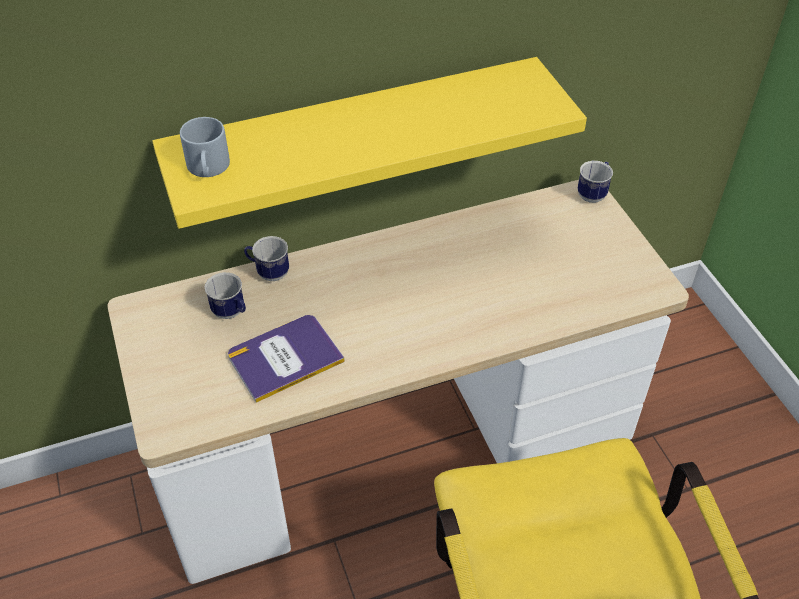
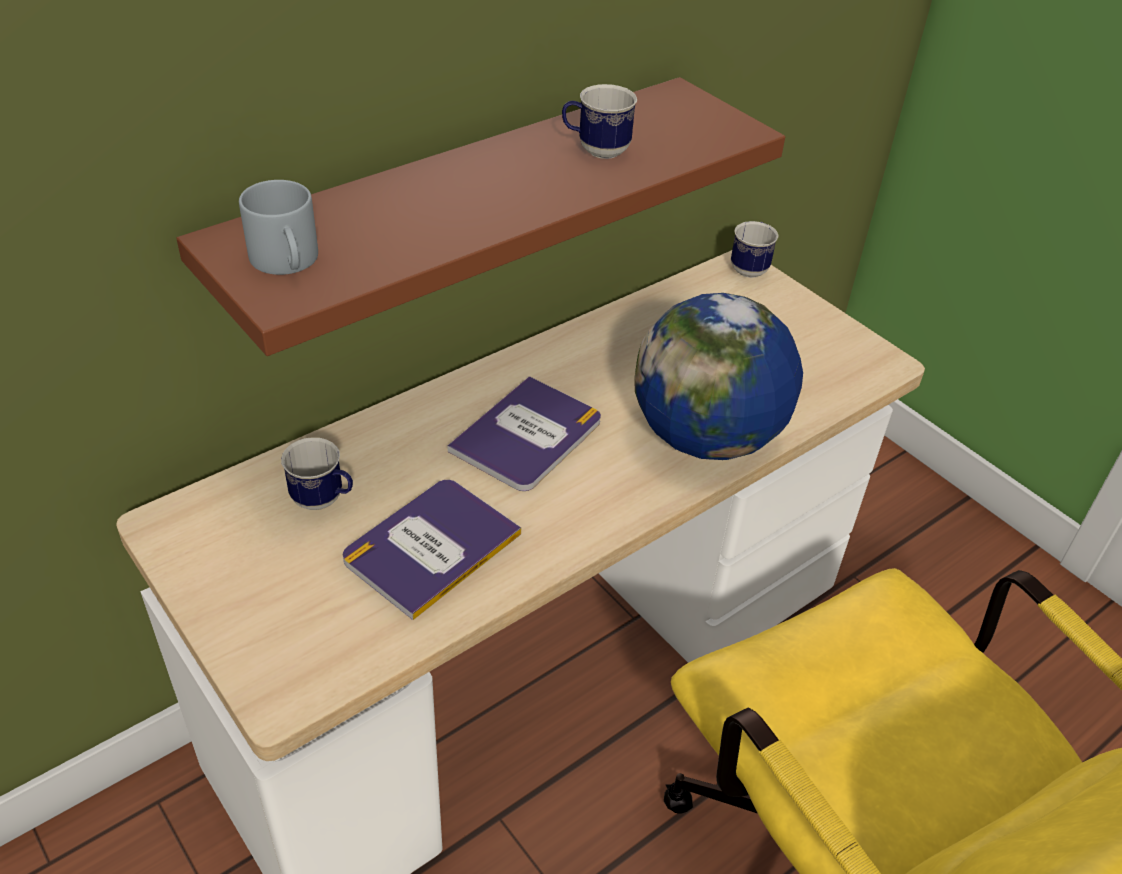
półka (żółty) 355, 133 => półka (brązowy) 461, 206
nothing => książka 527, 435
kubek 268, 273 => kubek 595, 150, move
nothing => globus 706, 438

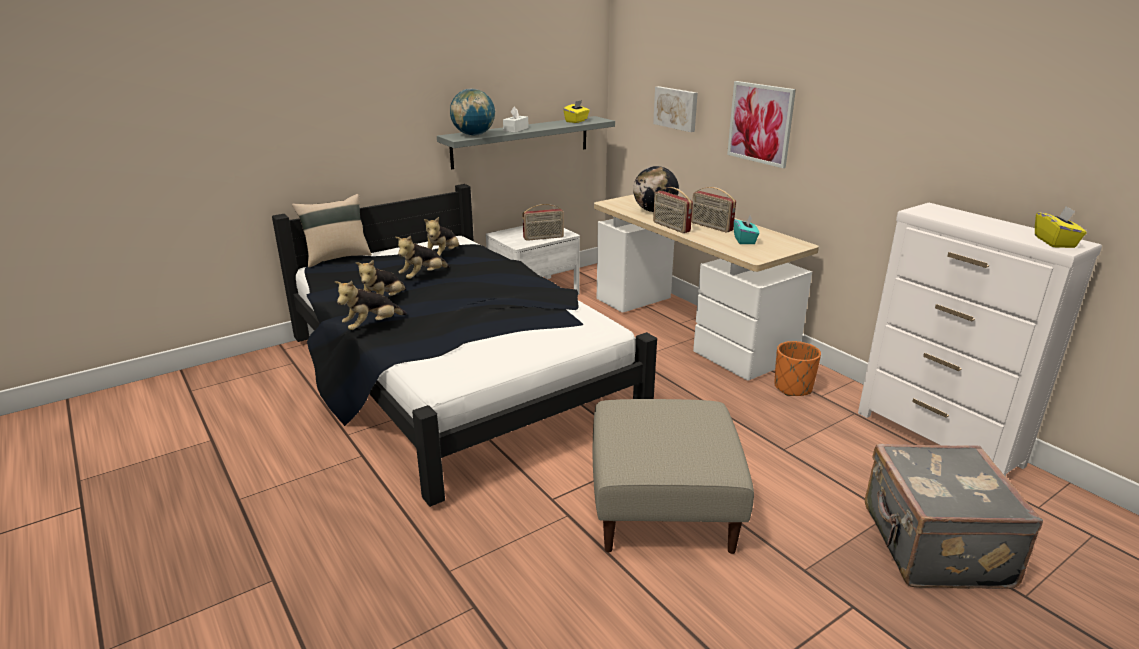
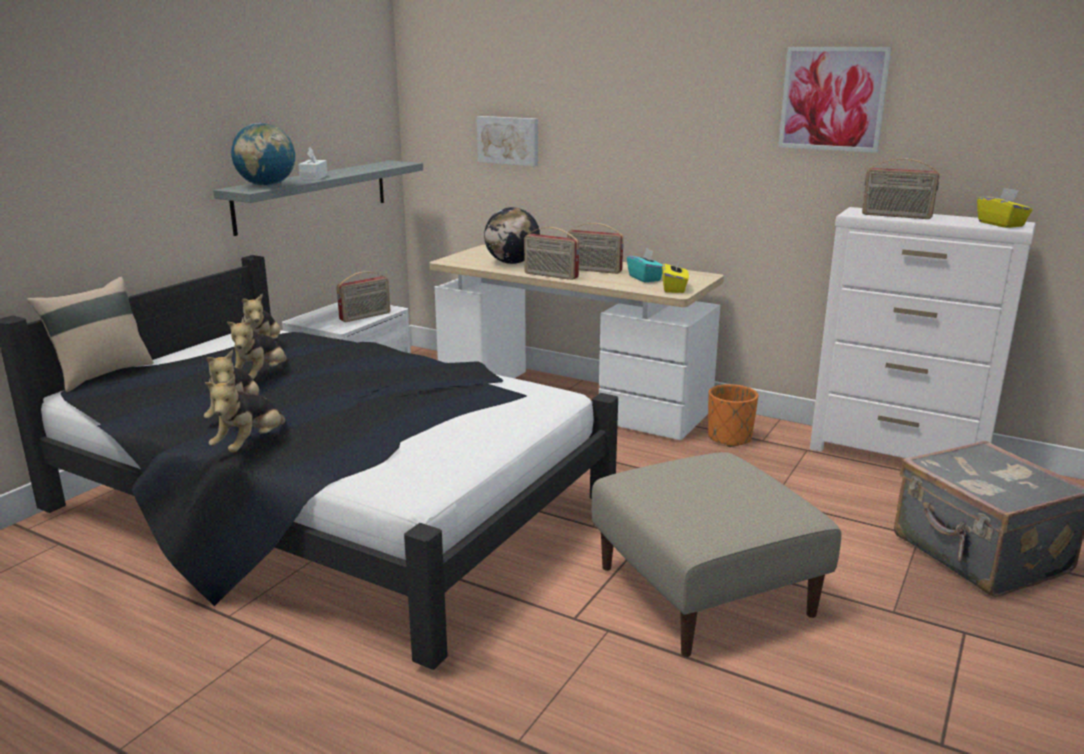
pudełko chusteczek (żółty) 576, 121 => pudełko chusteczek (żółty) 674, 289, move
obraz 760, 123 => obraz 833, 99, move
nothing => radio 896, 216

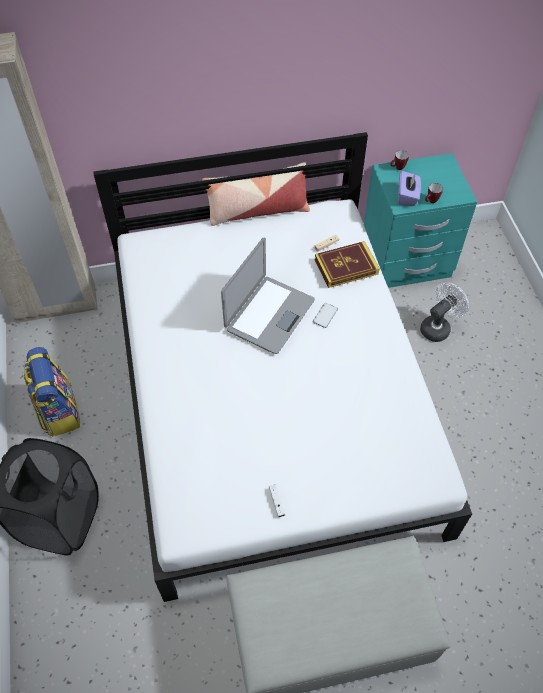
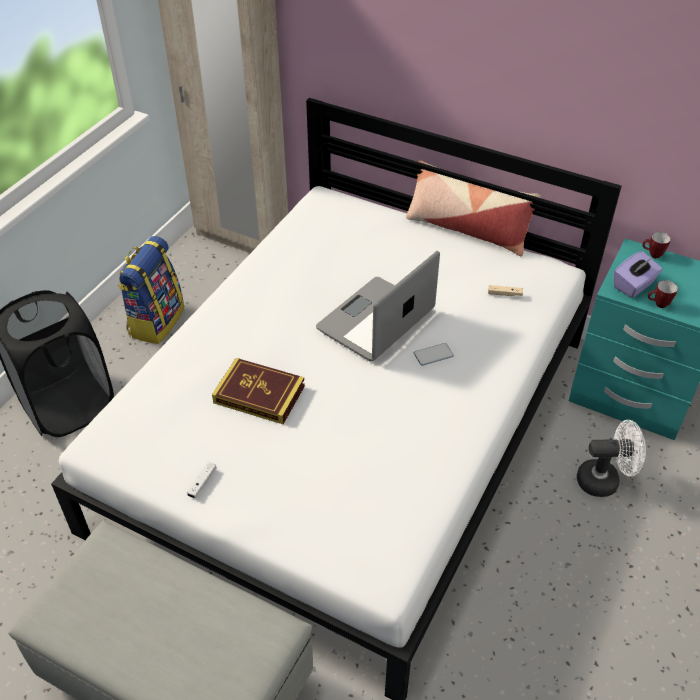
książka 346, 267 => książka 259, 394, move
laptop 269, 314 => laptop 376, 321, 150 degrees clockwise

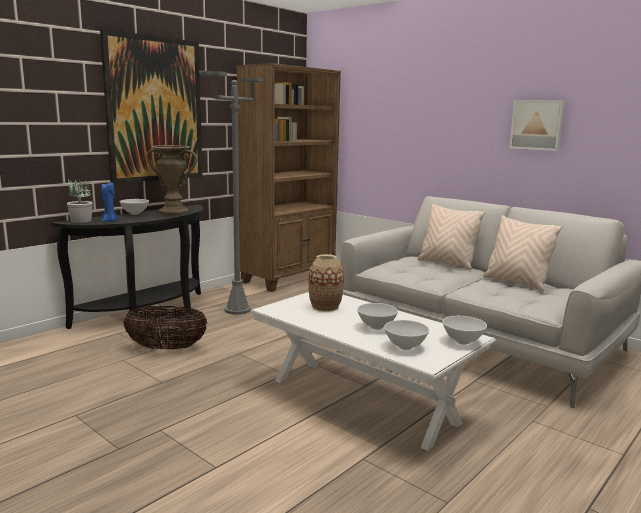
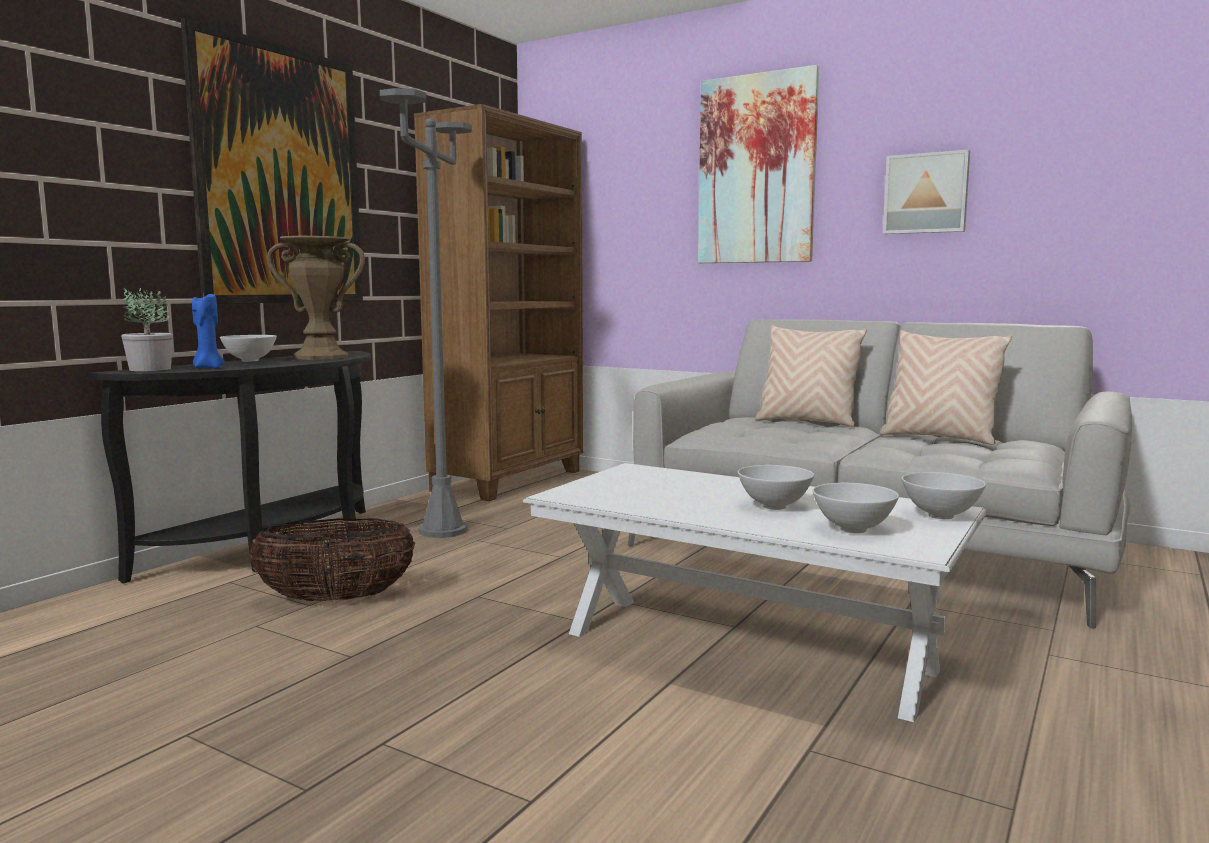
nothing => obraz 756, 170
wazon 325, 307 => nothing

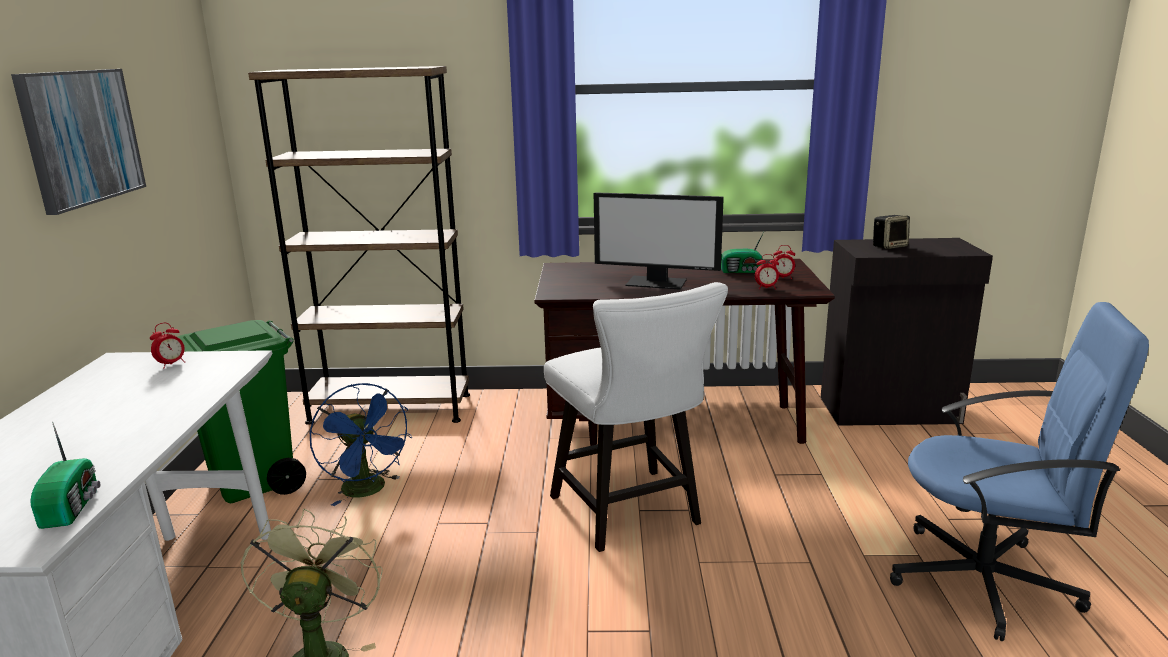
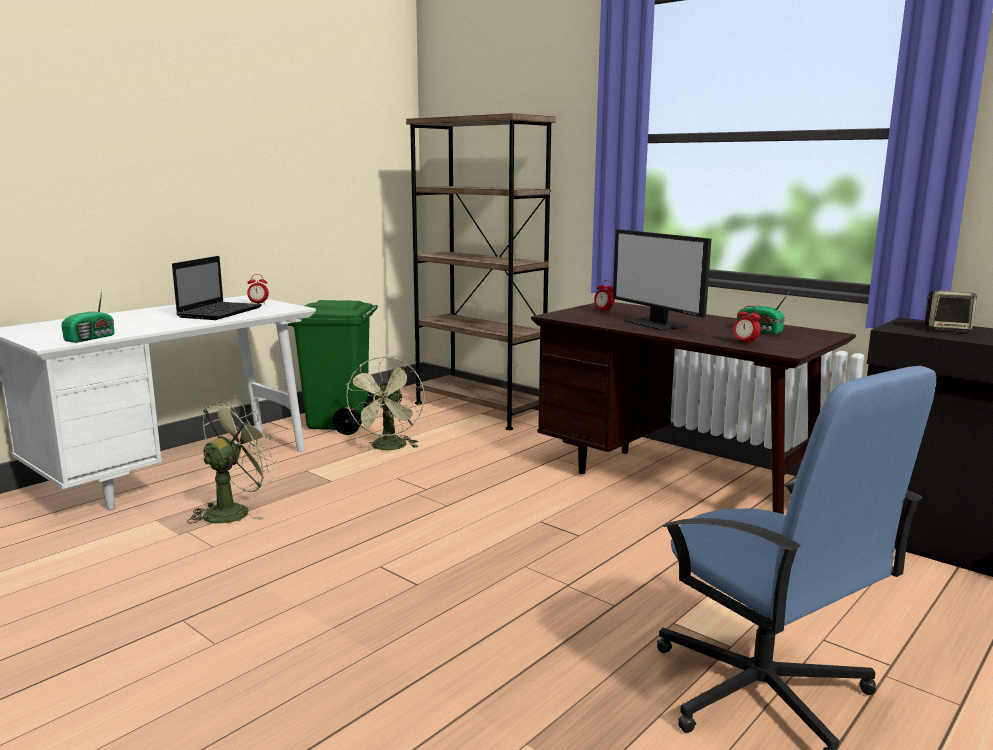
nothing => laptop 220, 312
wentylator (niebieski) 369, 491 => wentylator (zielony) 389, 448
budzik 783, 278 => budzik 603, 311, move
obraz 81, 137 => nothing
krzesło (biały) 631, 515 => nothing

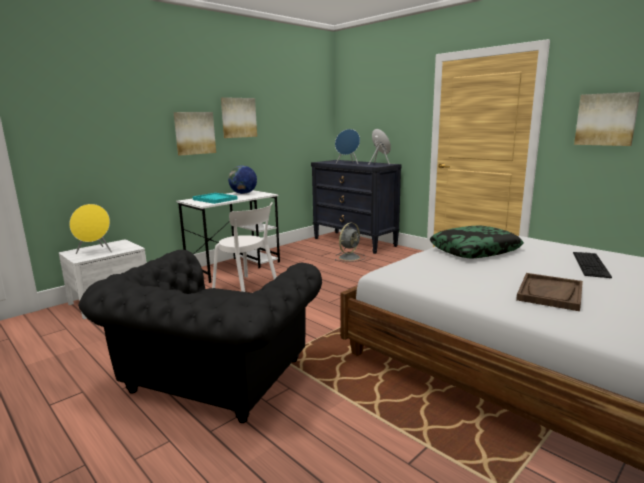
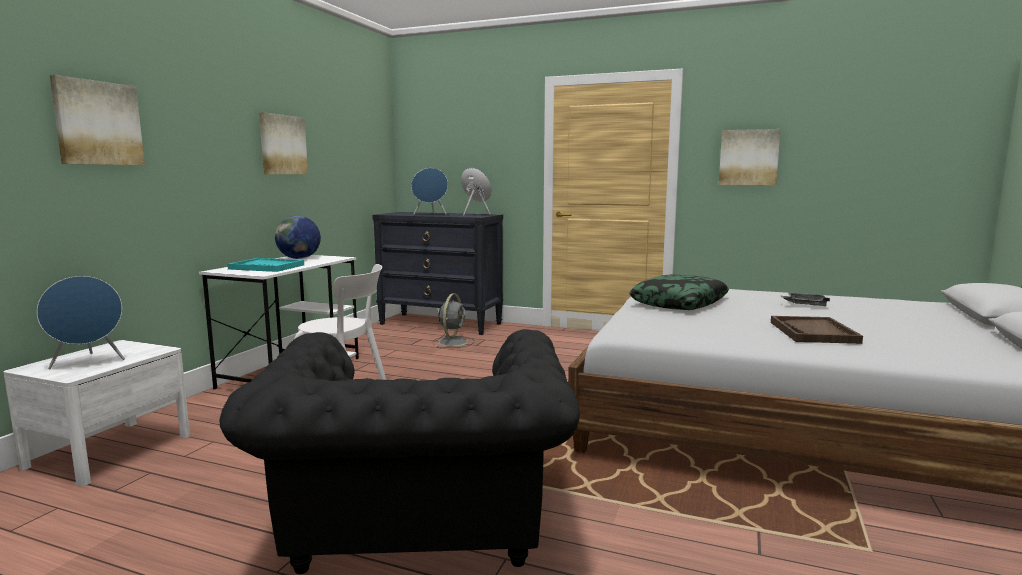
głośnik (żółty) 95, 252 => głośnik (niebieski) 88, 362
obraz 194, 133 => obraz 97, 123, move
klawiatura 590, 264 => taca (szary) 804, 304

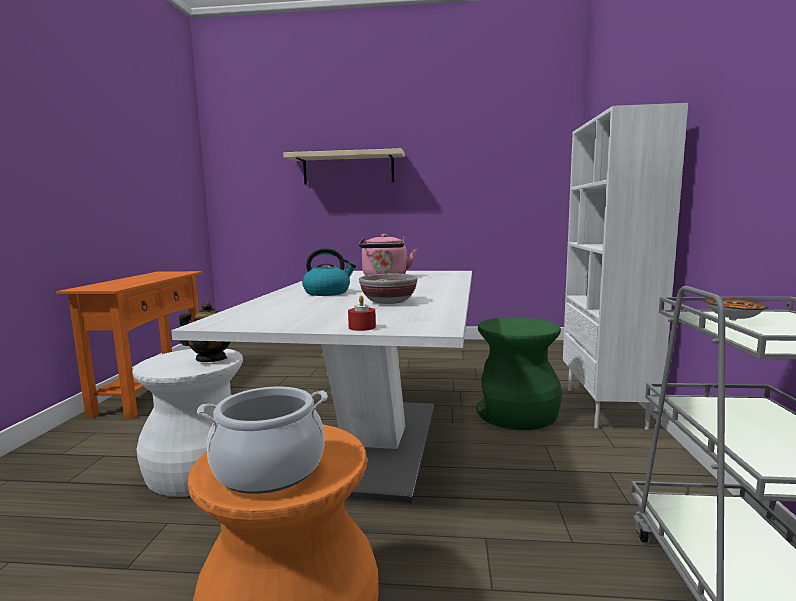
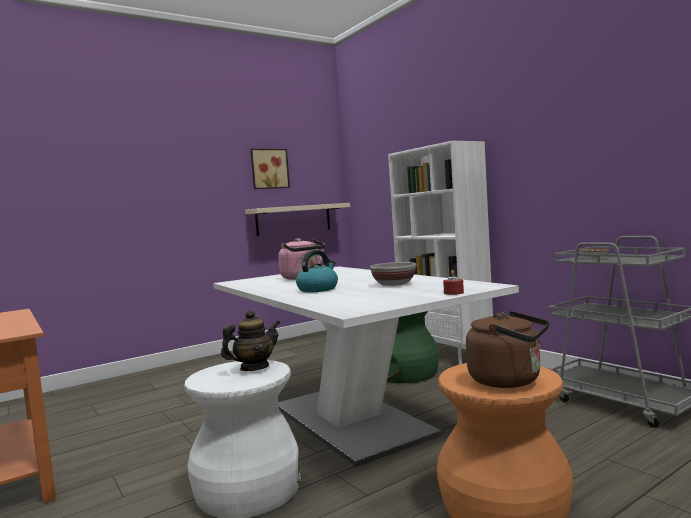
półka (beżowy) 348, 168 => półka (beżowy) 293, 219, move
nothing => obraz 269, 169
garnek 269, 469 => czajnik (brązowy) 509, 380

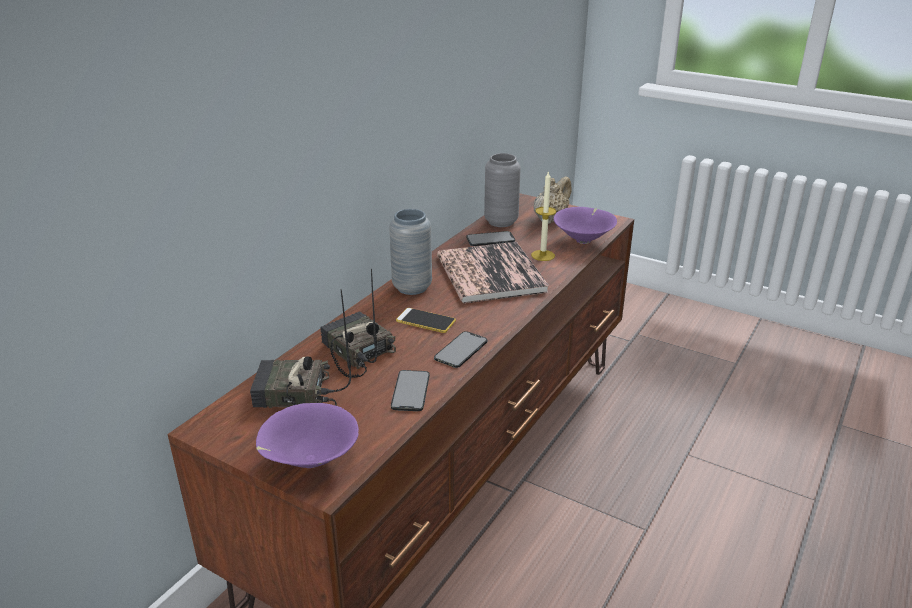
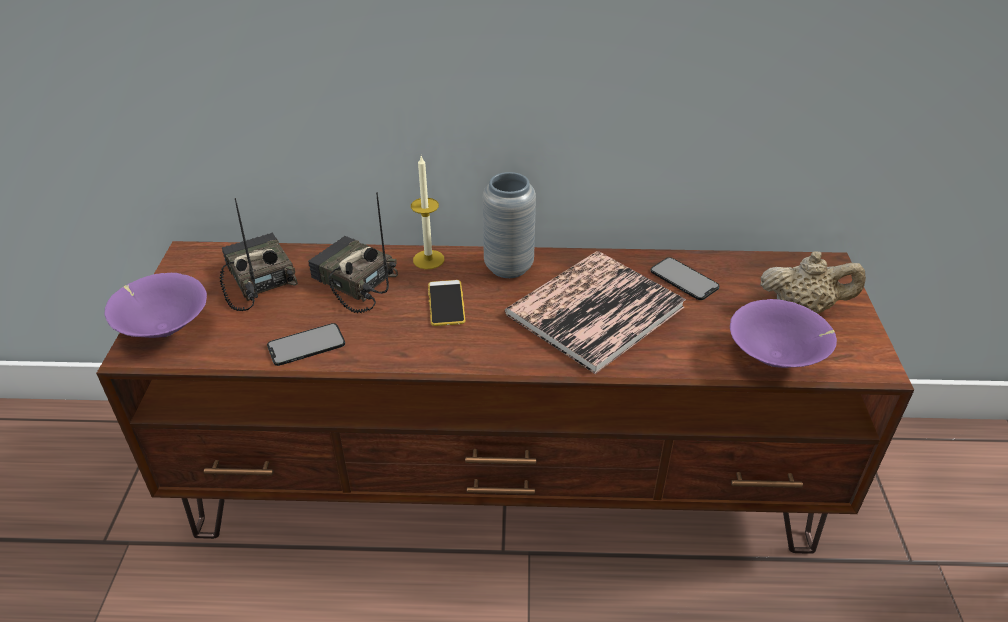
radio 355, 352 => radio 353, 282, 75 degrees counterclockwise
świeca 543, 255 => świeca 428, 259, move
telefon 461, 349 => nothing
wazon (szary) 501, 222 => nothing

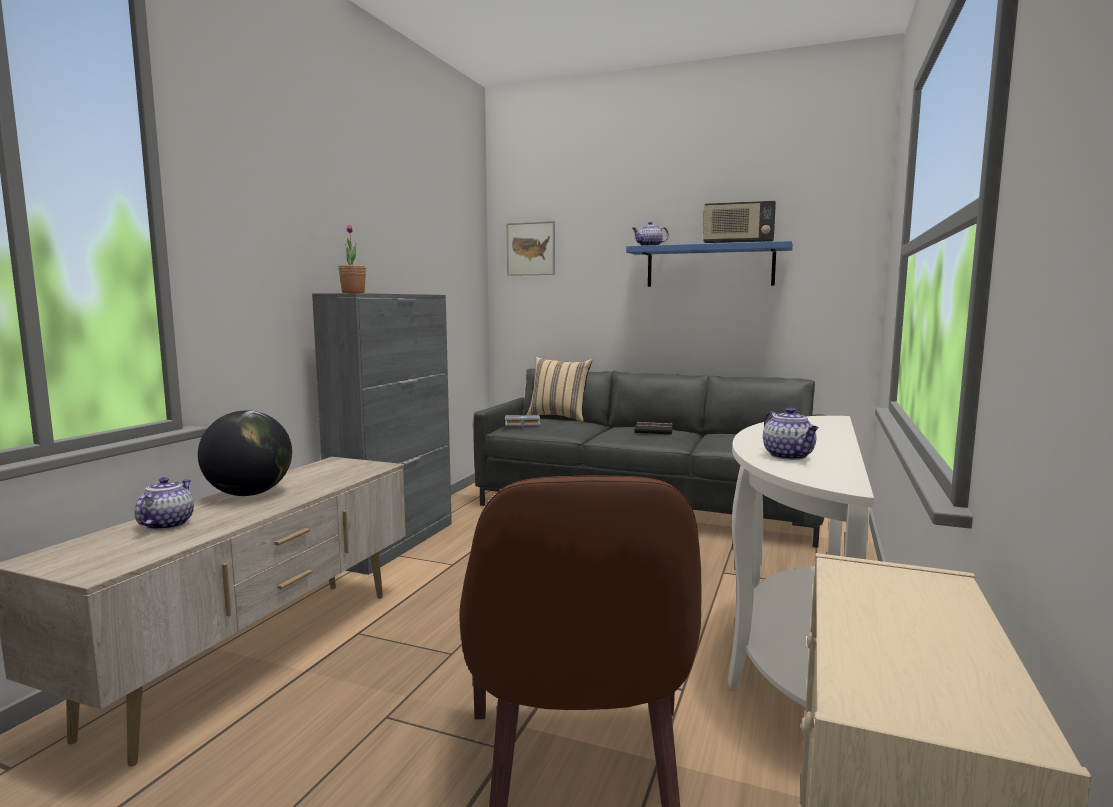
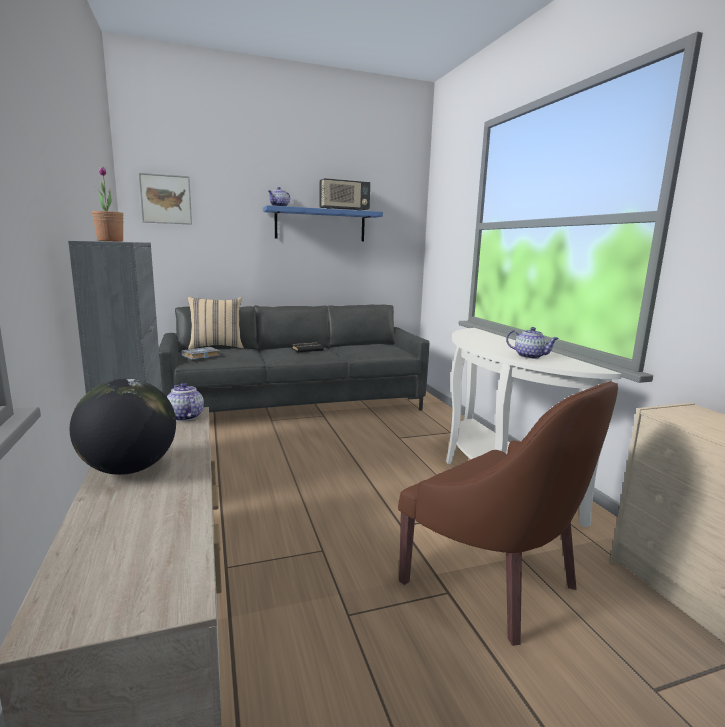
imbryk 167, 524 => imbryk 184, 416, move

